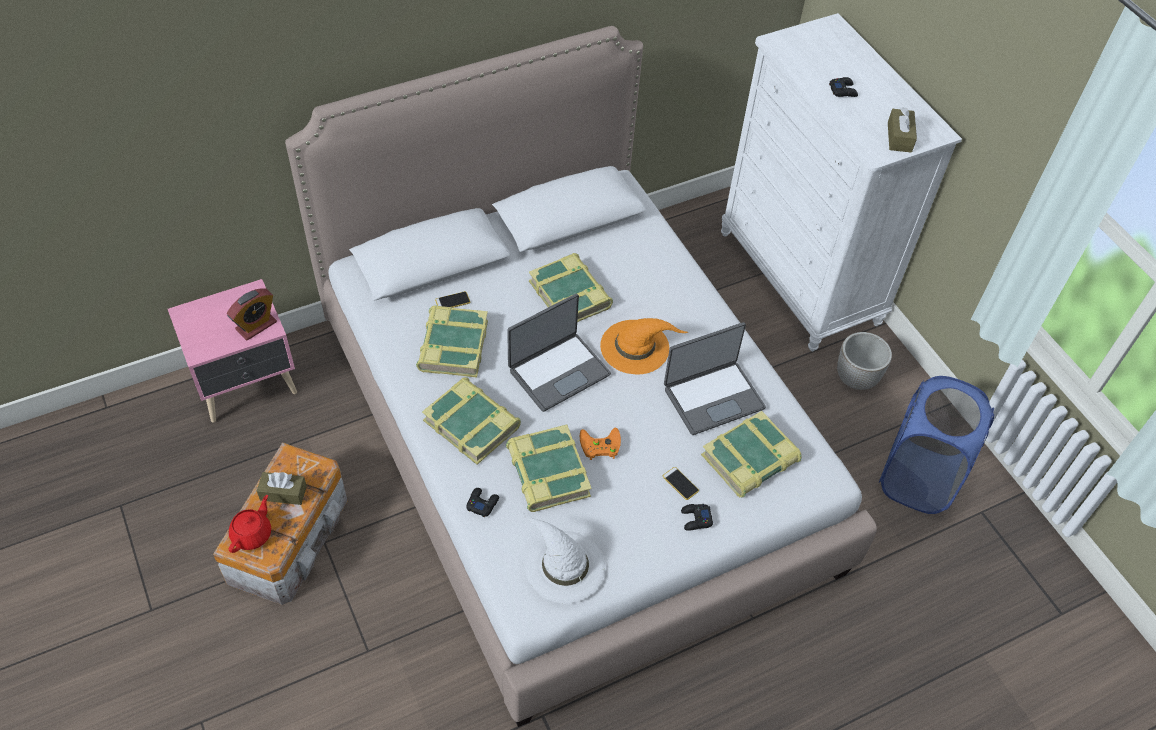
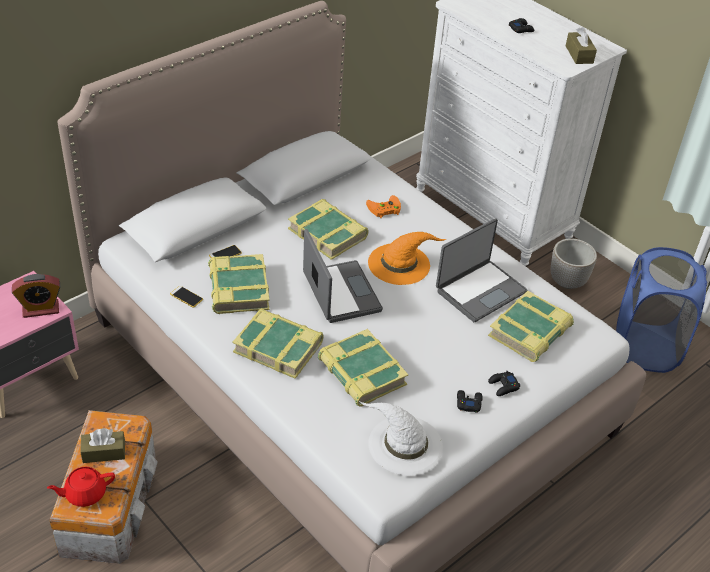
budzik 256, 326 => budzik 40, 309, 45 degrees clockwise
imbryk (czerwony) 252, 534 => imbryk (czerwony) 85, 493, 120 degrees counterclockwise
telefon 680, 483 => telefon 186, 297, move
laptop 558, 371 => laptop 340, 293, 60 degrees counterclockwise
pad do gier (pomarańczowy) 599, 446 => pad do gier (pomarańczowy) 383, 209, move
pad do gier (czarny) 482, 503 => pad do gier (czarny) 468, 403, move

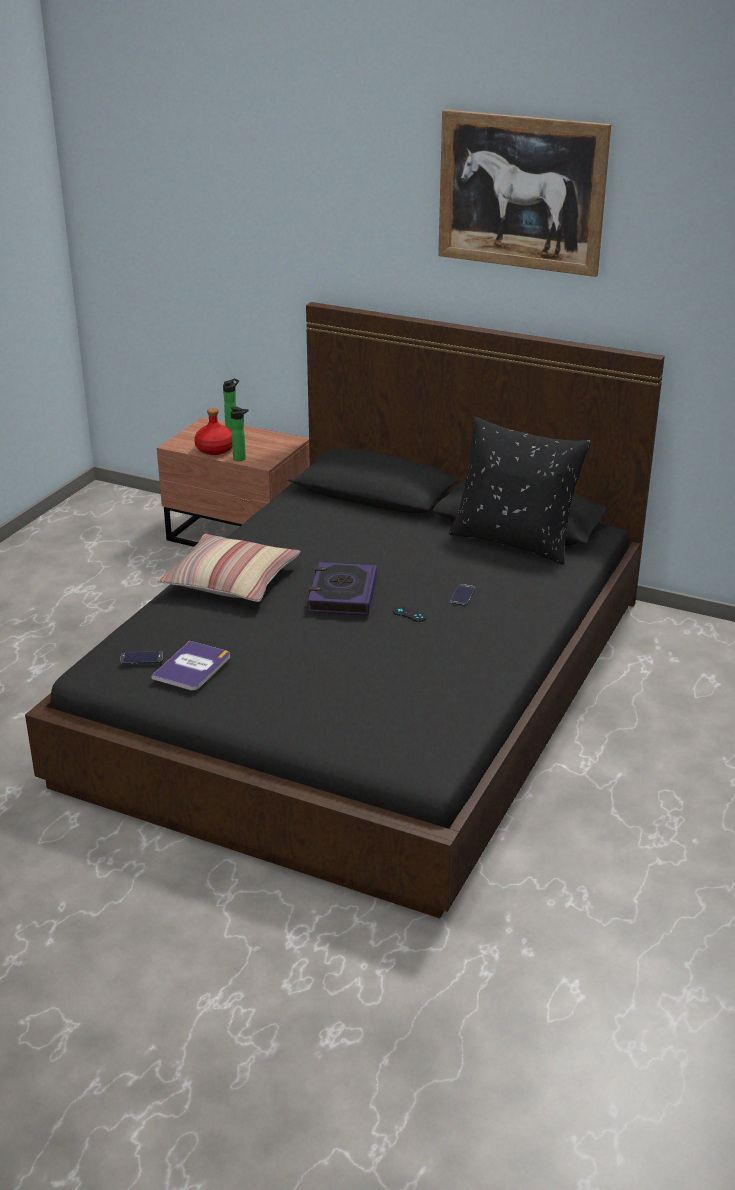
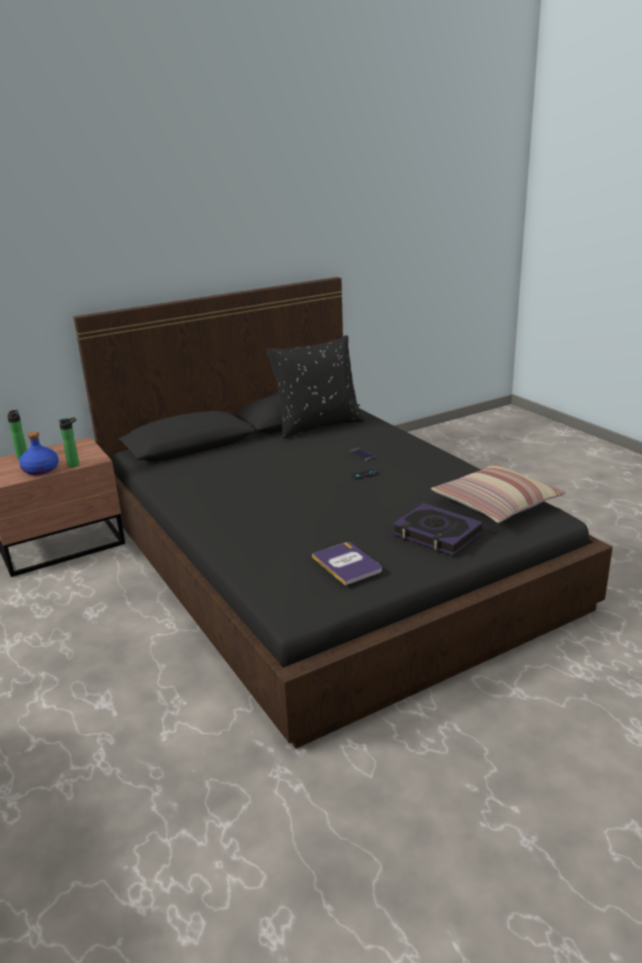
butelka (czerwony) 214, 449 => butelka (niebieski) 41, 470
książka 342, 595 => książka 436, 534, move
poduszka 231, 581 => poduszka 496, 504, move
telefon 141, 658 => nothing
obraz 521, 192 => nothing

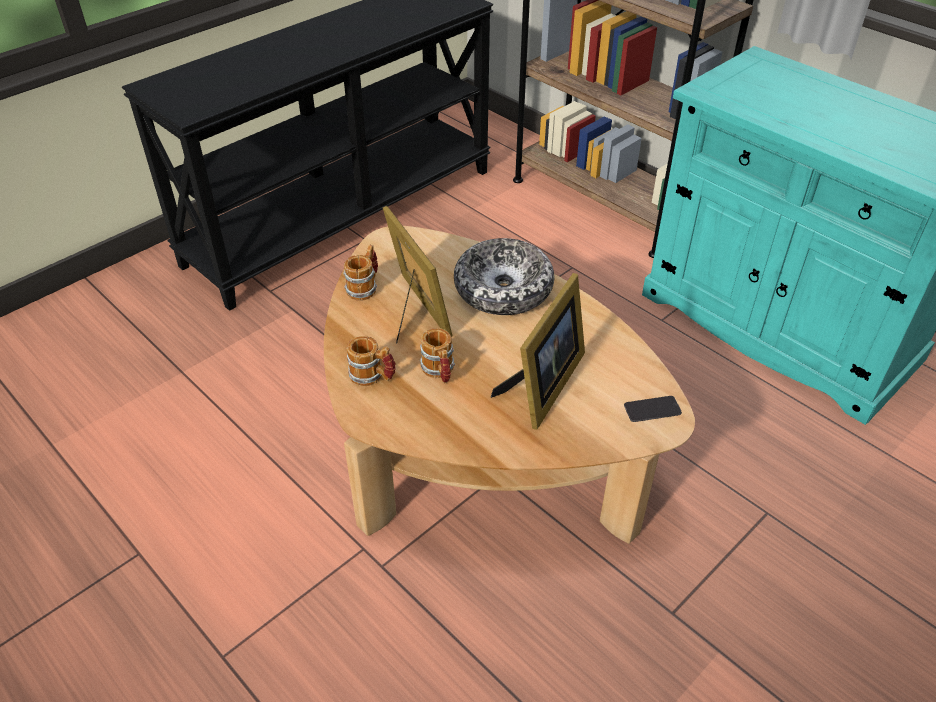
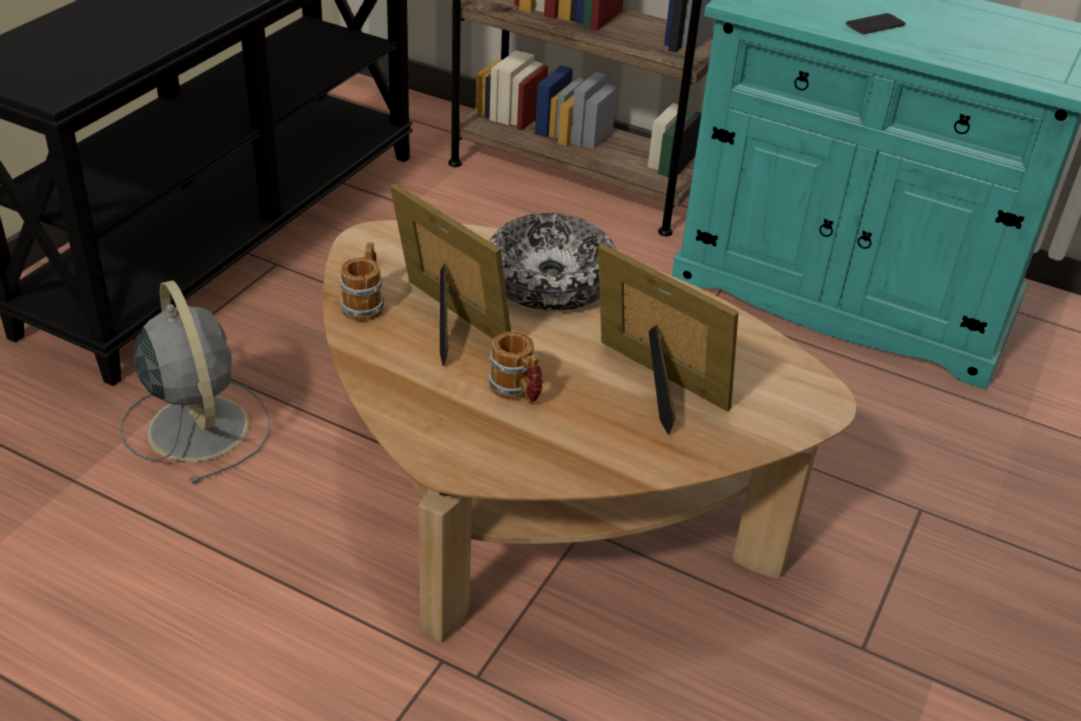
nothing => wentylator (szary) 197, 425
ramka na zdjęcie 543, 386 => ramka na zdjęcie 656, 386, 60 degrees counterclockwise
telefon 652, 409 => telefon 875, 25, move
kubek 372, 376 => nothing

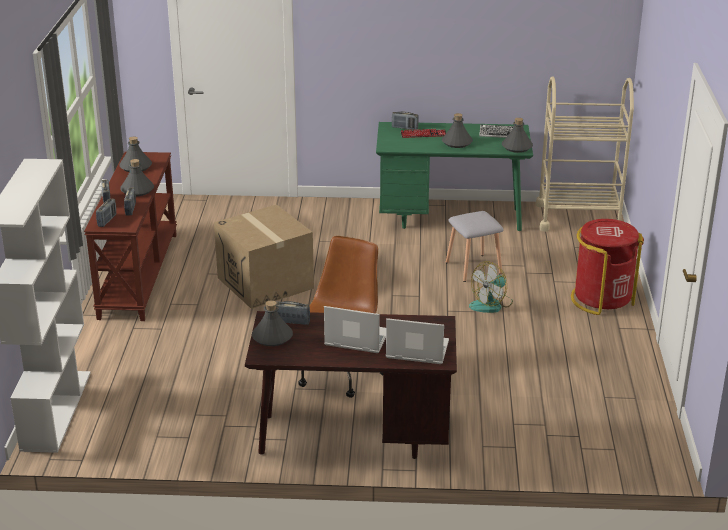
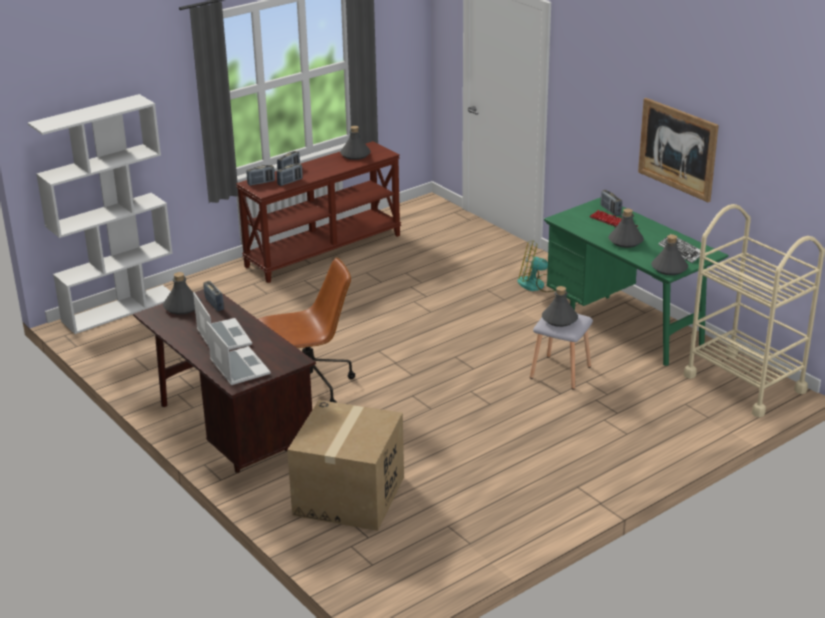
karton 265, 283 => karton 349, 496, move
wentylator 491, 304 => wentylator 537, 285, move
butelka (szary) 137, 190 => butelka (szary) 559, 319, move
nothing => obraz 677, 149
kosz na śmieci (czerwony) 601, 299 => nothing

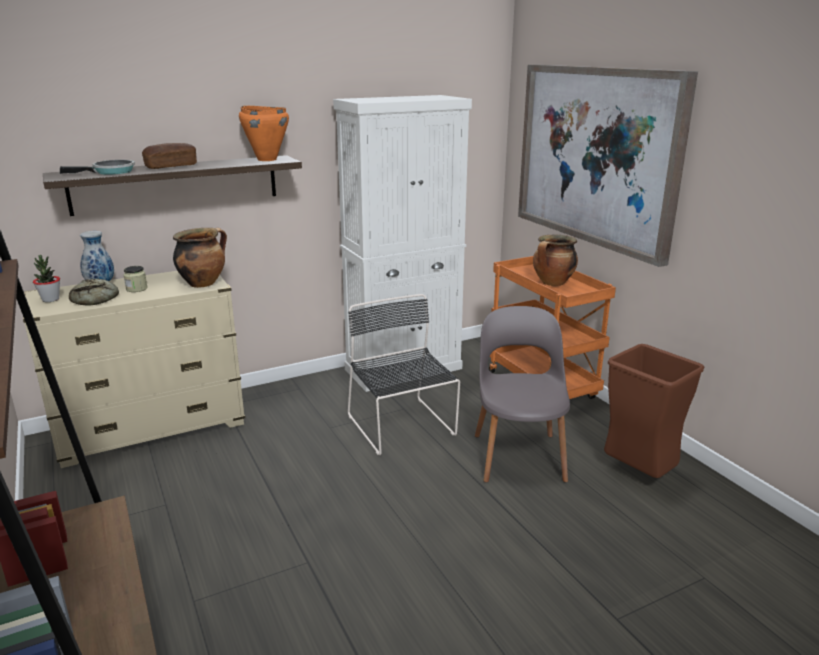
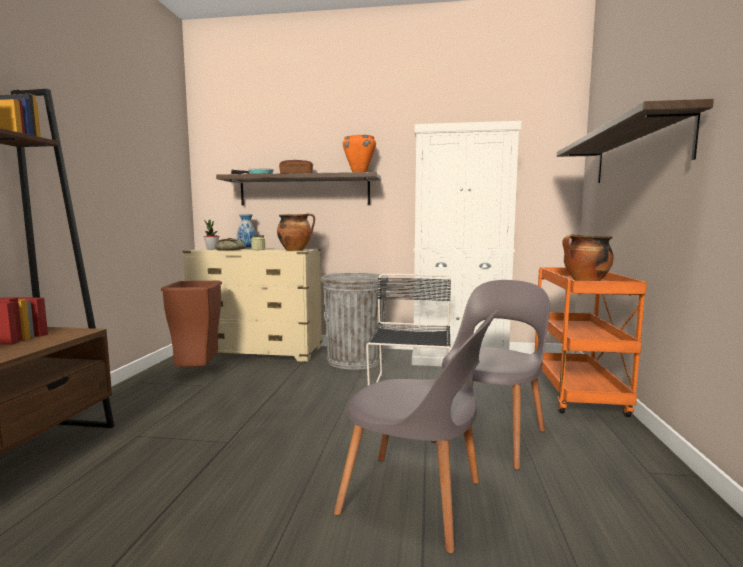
kosz na śmieci (brązowy) 638, 475 => kosz na śmieci (brązowy) 197, 373, move
nothing => kosz na śmieci (szary) 355, 360
nothing => krzesło (szary) 417, 500
obraz 596, 156 => półka 638, 152

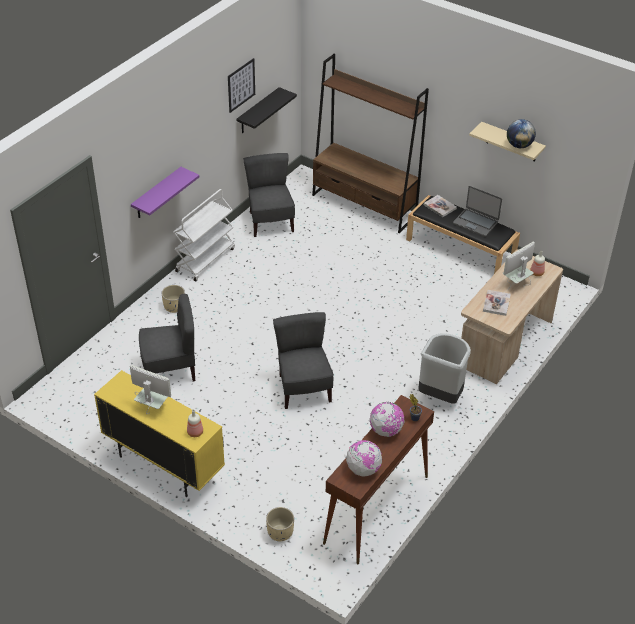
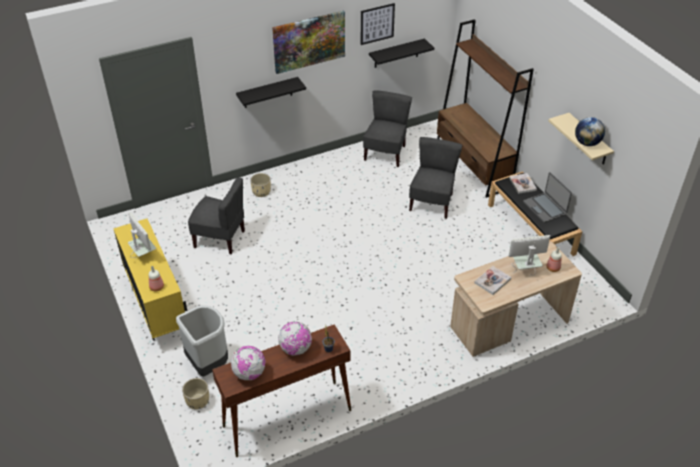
kosz na śmieci (szary) 441, 395 => kosz na śmieci (szary) 208, 364, move
półka (fioletowy) 157, 194 => półka (czarny) 267, 92
nothing => obraz 309, 41
krzesło (szary) 303, 389 => krzesło (szary) 432, 203, move
wózek (biały) 205, 259 => nothing

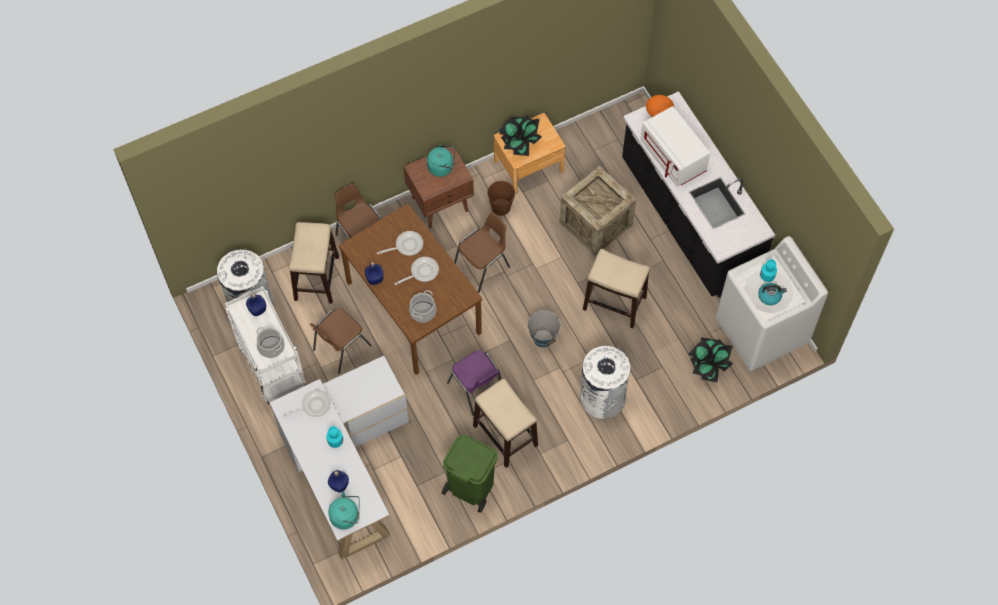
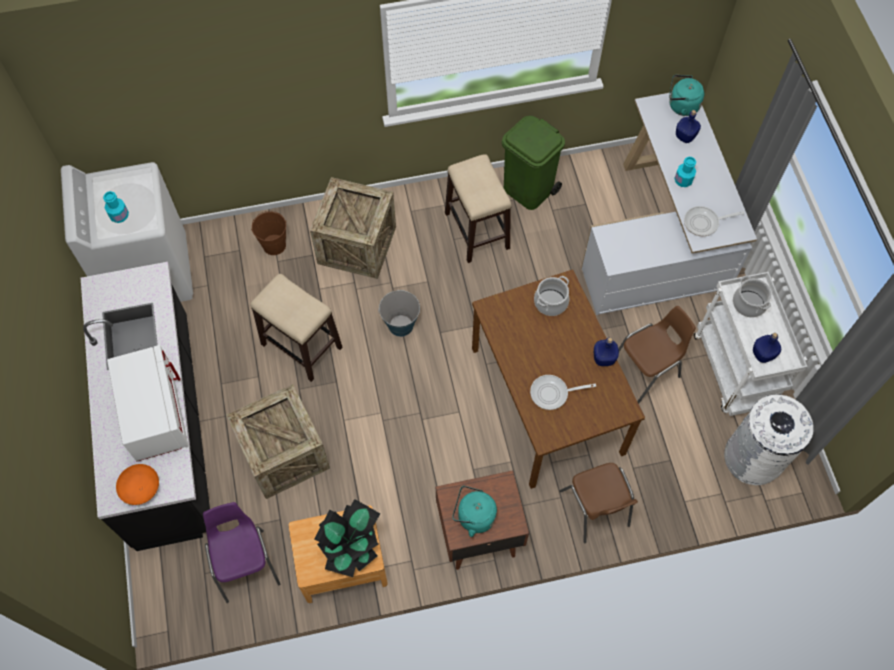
krzesło (fioletowy) 476, 390 => krzesło (fioletowy) 246, 563, move
wiadro (brązowy) 501, 207 => wiadro (brązowy) 274, 245, move
kosz na śmieci (biały) 602, 397 => skrzynka 357, 245
stołek 316, 277 => nothing
patelnia 422, 272 => nothing
krzesło (brązowy) 483, 267 => nothing
roślina doniczkowa 707, 365 => nothing
czajnik 770, 296 => nothing

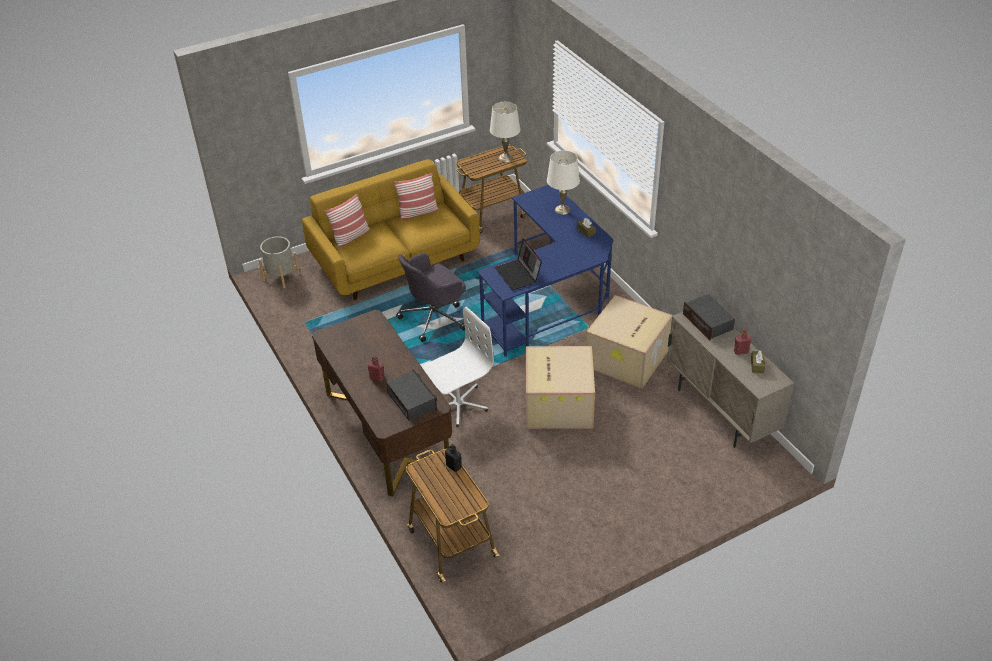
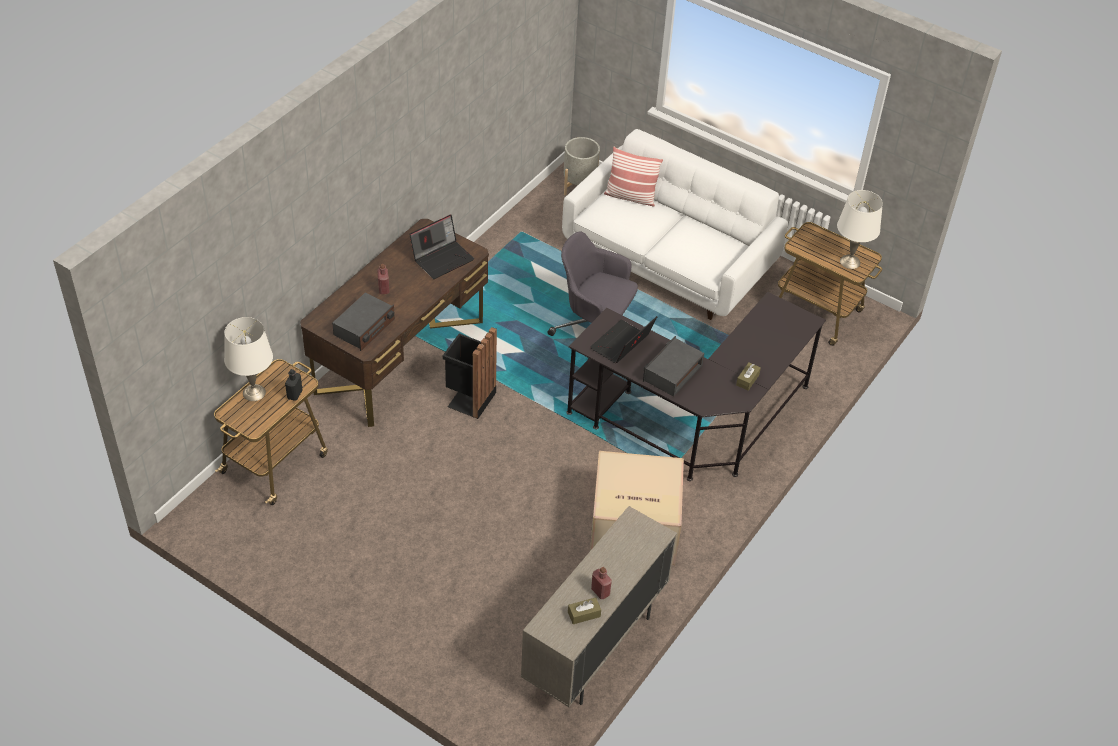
lampa stołowa (biały) 562, 209 => lampa stołowa (biały) 254, 393, move
nothing => laptop 442, 258
krzesło biurowe (biały) 458, 404 => kosz na śmieci (czarny) 469, 399
kanapa (żółty) 395, 260 => kanapa (biały) 669, 262
biurko (niebieski) 550, 298 => biurko (czarny) 695, 421
radio 707, 322 => radio 672, 373, move
poduszka 418, 212 => nothing
karton 557, 403 => nothing

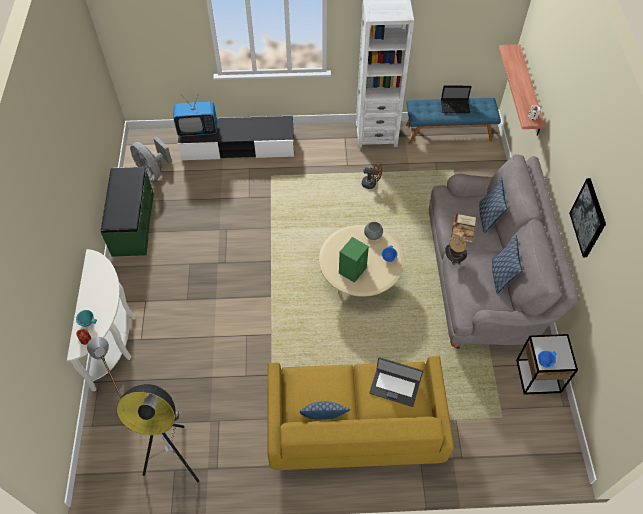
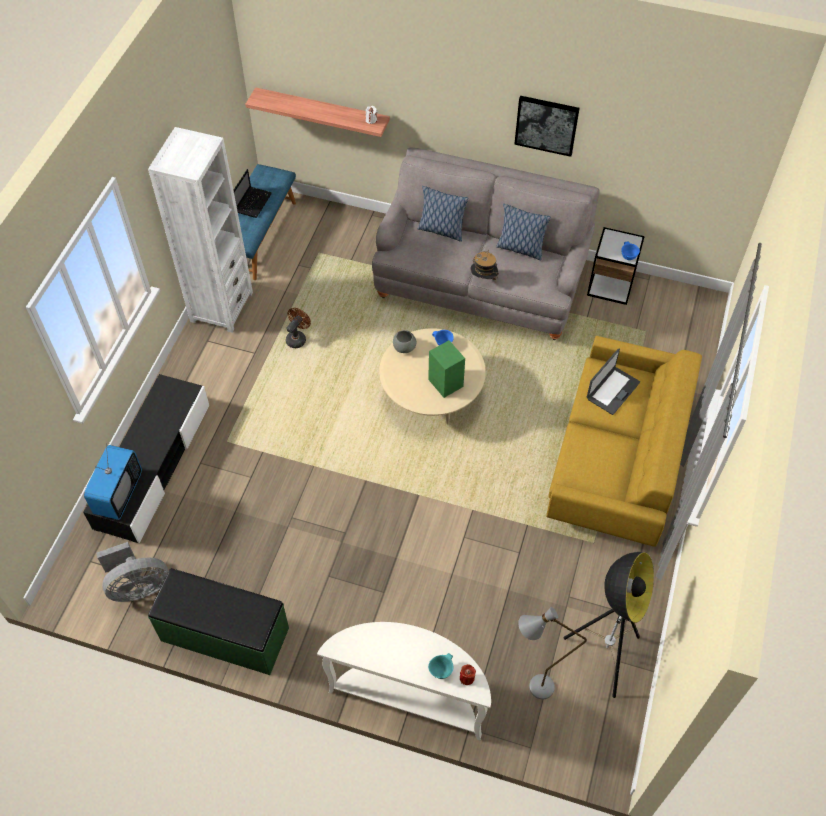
poduszka 324, 418 => nothing
książka 464, 228 => nothing

